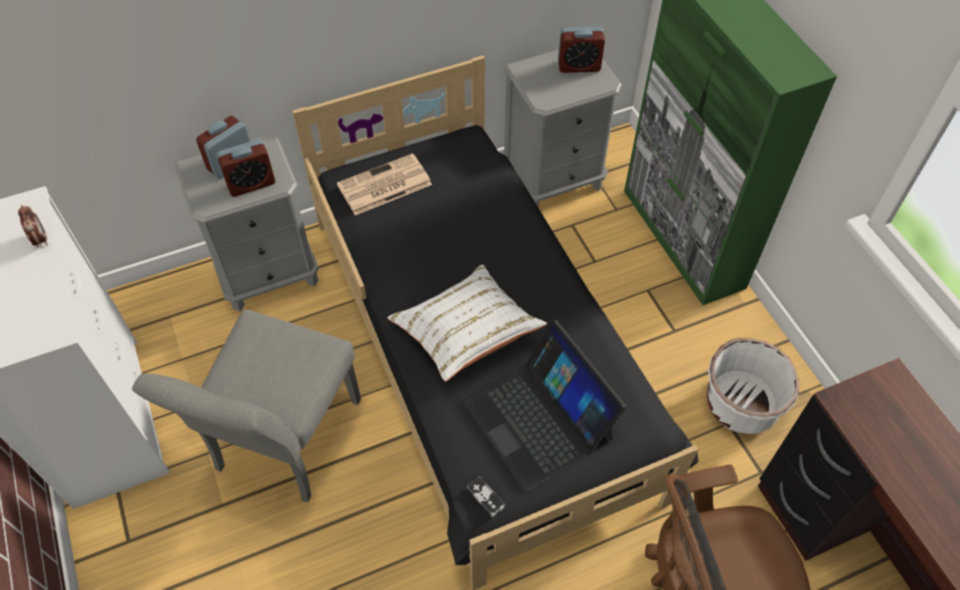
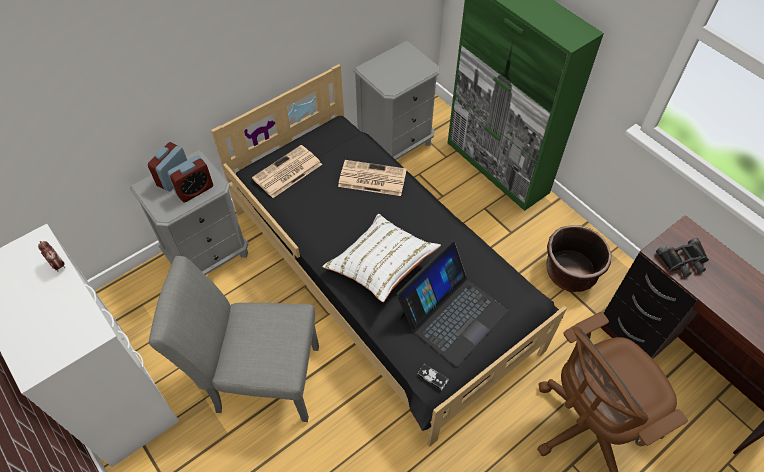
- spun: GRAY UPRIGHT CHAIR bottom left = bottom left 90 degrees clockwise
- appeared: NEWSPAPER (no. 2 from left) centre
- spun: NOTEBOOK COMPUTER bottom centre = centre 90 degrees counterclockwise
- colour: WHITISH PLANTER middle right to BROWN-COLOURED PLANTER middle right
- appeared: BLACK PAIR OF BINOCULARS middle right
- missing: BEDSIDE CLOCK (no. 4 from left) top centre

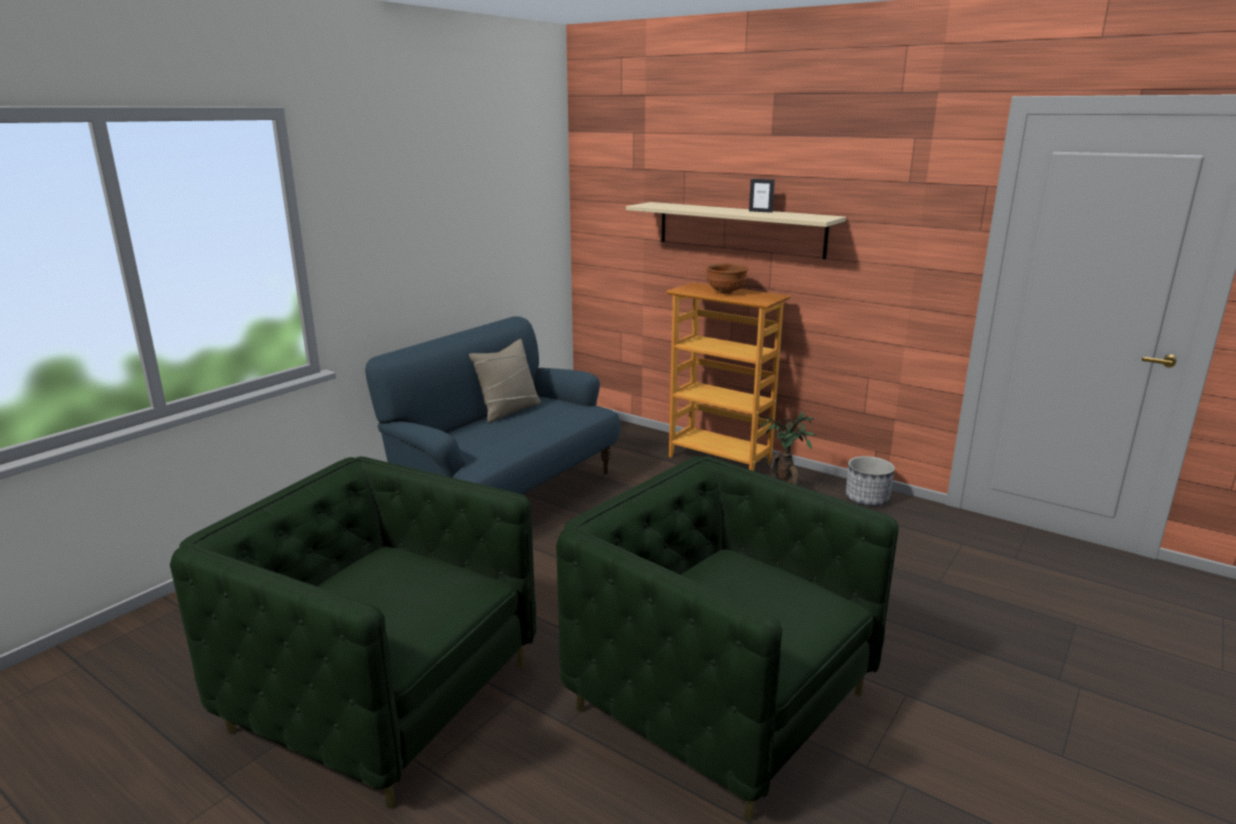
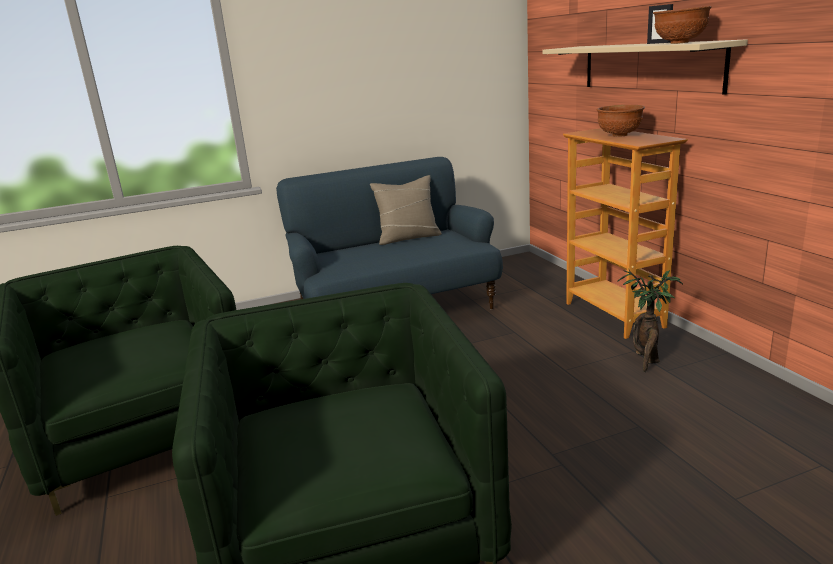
- appeared: BROWN-COLOURED BOWL (no. 2 from left) top right
- missing: PLANTER middle right

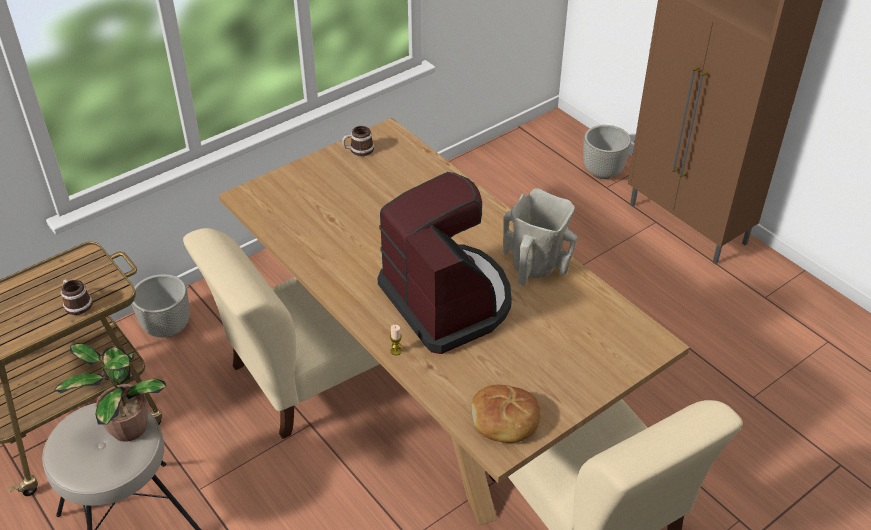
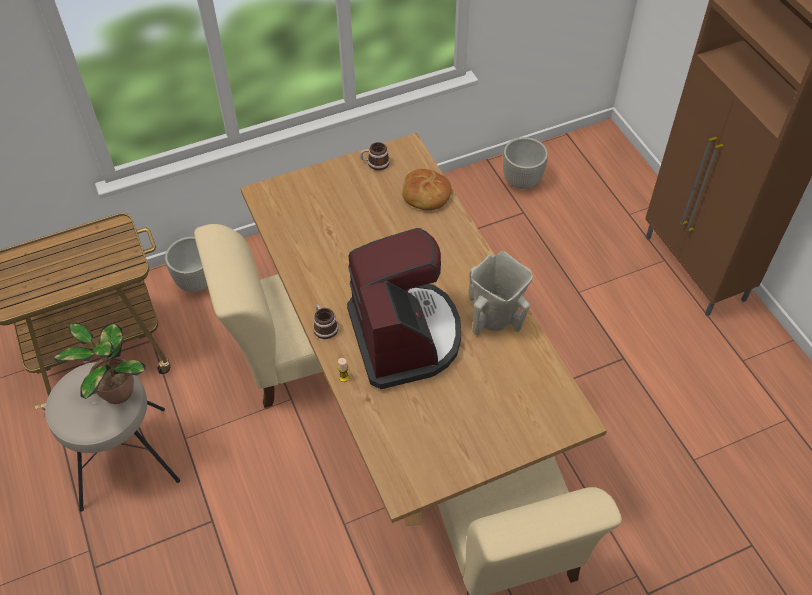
- relocated: MUG (no. 1 from left) middle left to centre
- relocated: BAKED BREAD bottom centre to top centre
- relocated: GRAY PLANTER (no. 2 from left) top right to top centre

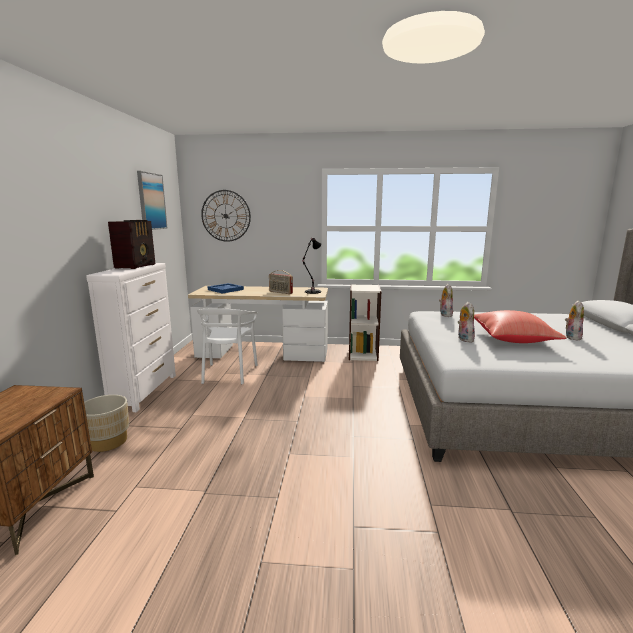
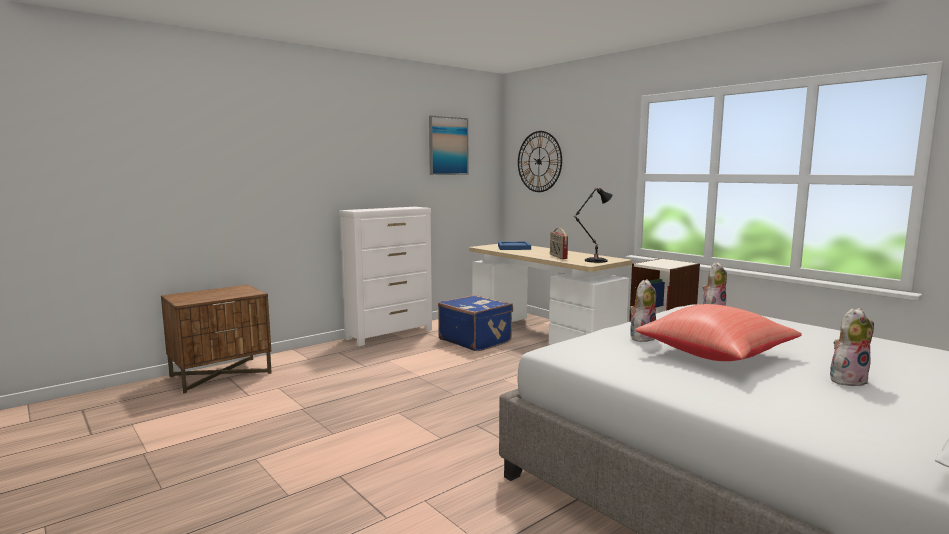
- exchanged: WHITISH UPRIGHT CHAIR centre to BLUE-COLOURED SUITCASE centre
- missing: BEIGE PLANTER bottom left
- missing: RADIO SET (no. 1 from left) middle left

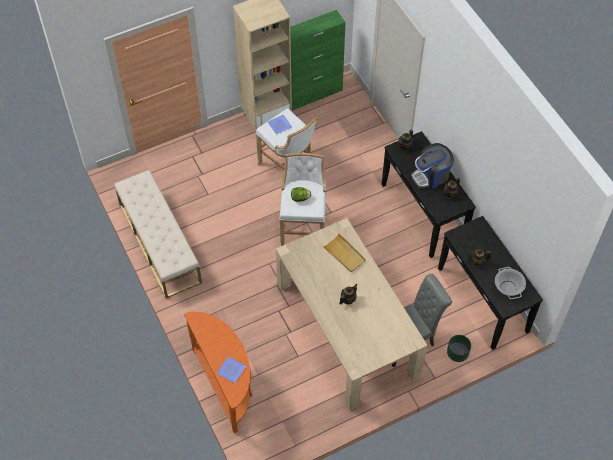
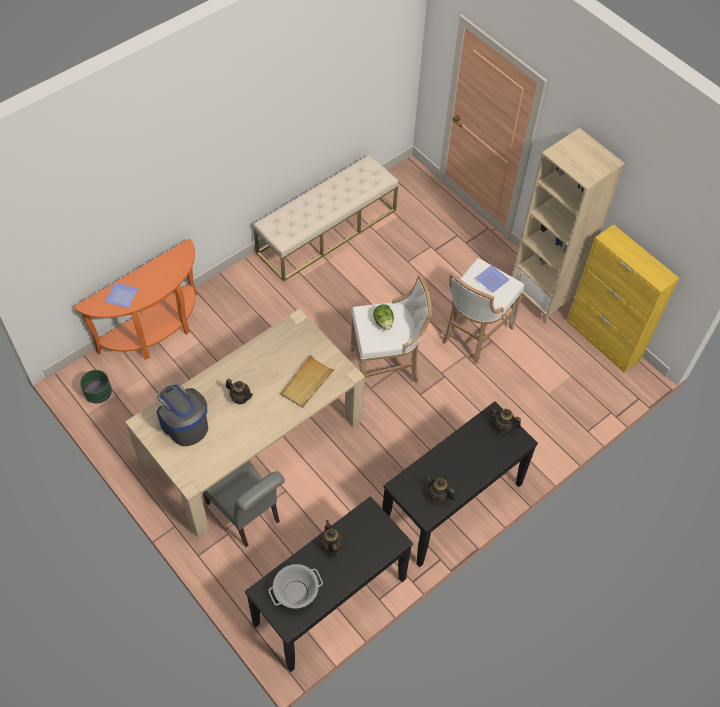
- relocated: GREEN-COLOURED PLANTER bottom right to middle left
- relocated: COFFEE MACHINE middle right to middle left
- colour: GREEN-COLOURED STORAGE CABINET top centre to YELLOWISH STORAGE CABINET middle right

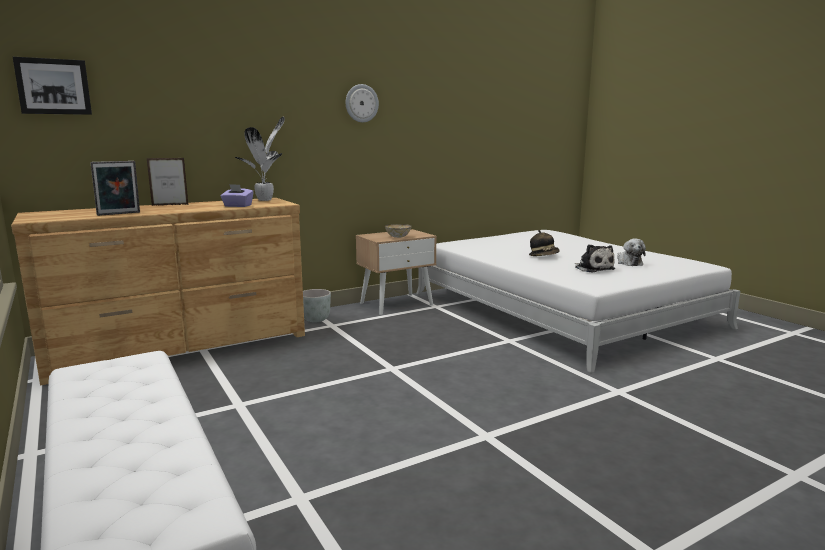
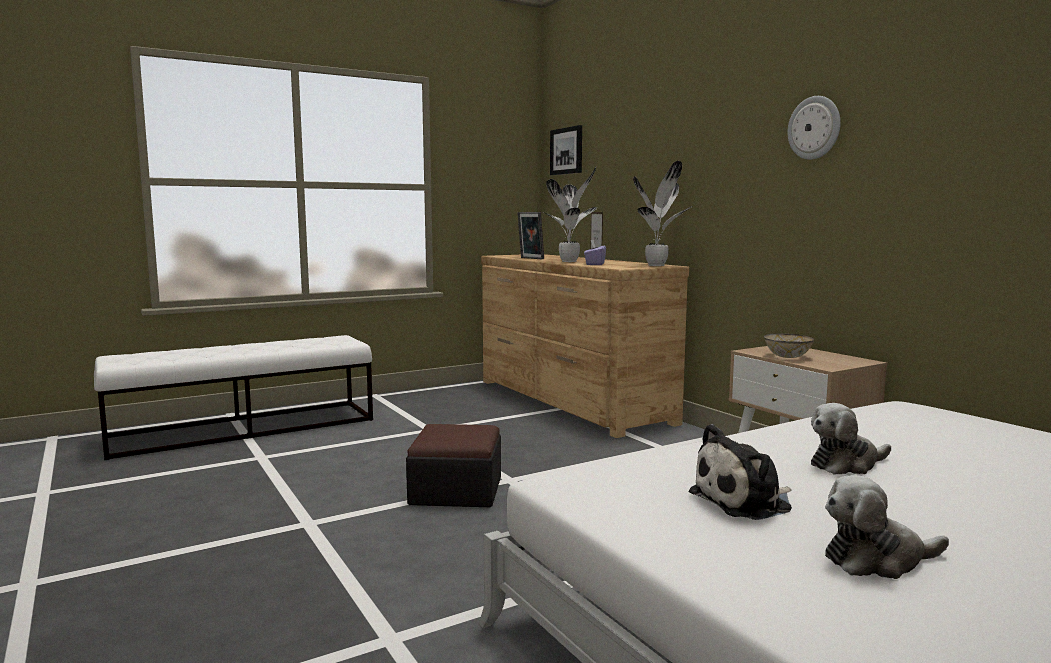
- appeared: POUFFE bottom centre
- appeared: POTTED PLANT (no. 1 from left) top centre
- exchanged: HAT centre to PLUSH TOY (no. 2 from left) middle right
- missing: GRAY PLANTER centre

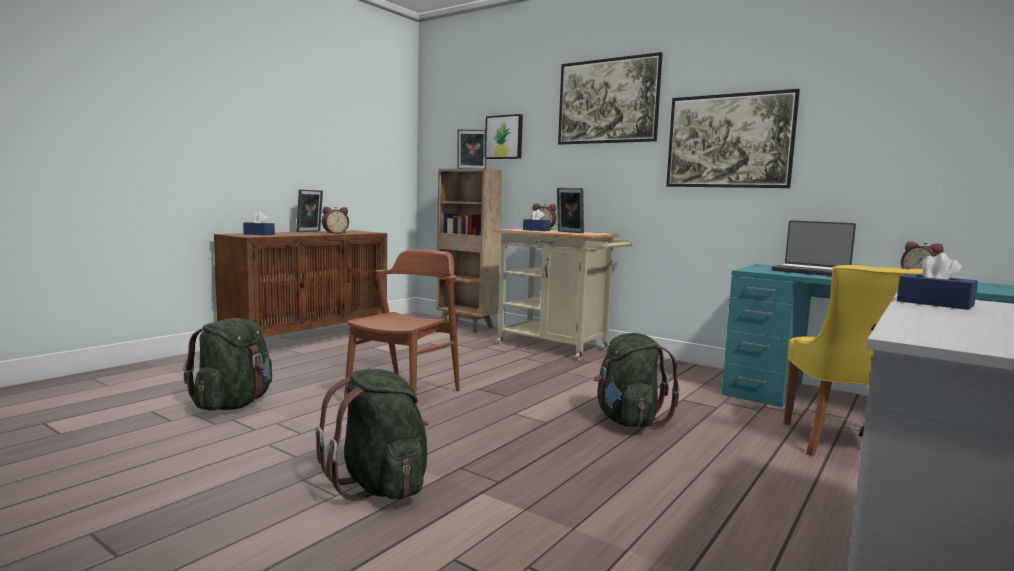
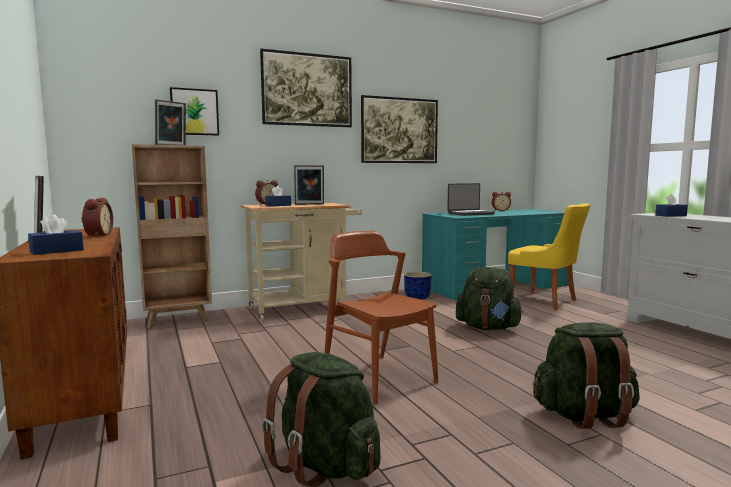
- appeared: BLUE-COLOURED PLANTER centre

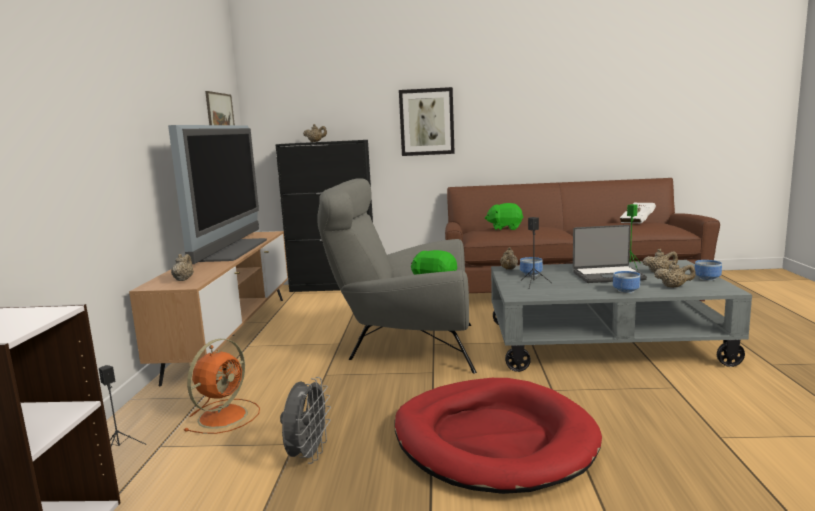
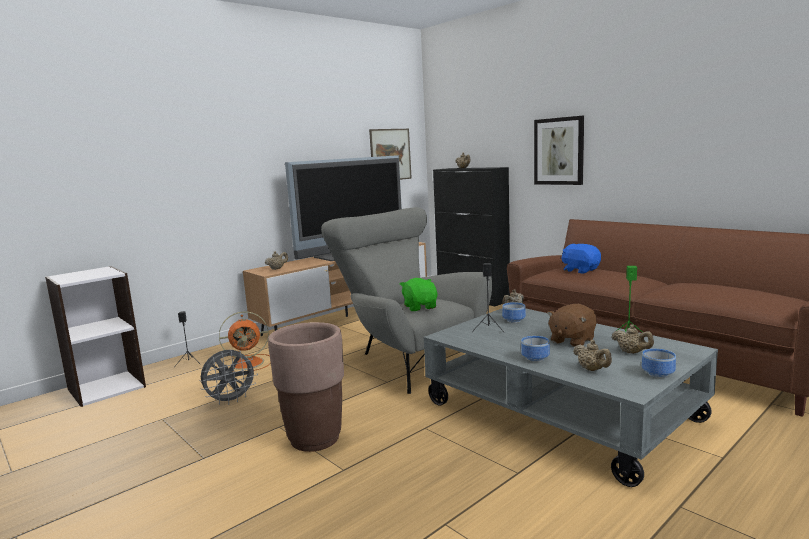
- exchanged: REDDISH DOG BED bottom centre to BROWN-COLOURED PLANTER bottom centre
- exchanged: NOTEBOOK COMPUTER middle right to BROWN-COLOURED PLUSH TOY middle right
- colour: GREEN-COLOURED PLUSH TOY (no. 2 from left) centre to BLUE-COLOURED PLUSH TOY middle right
- missing: WHITISH BOOK middle right

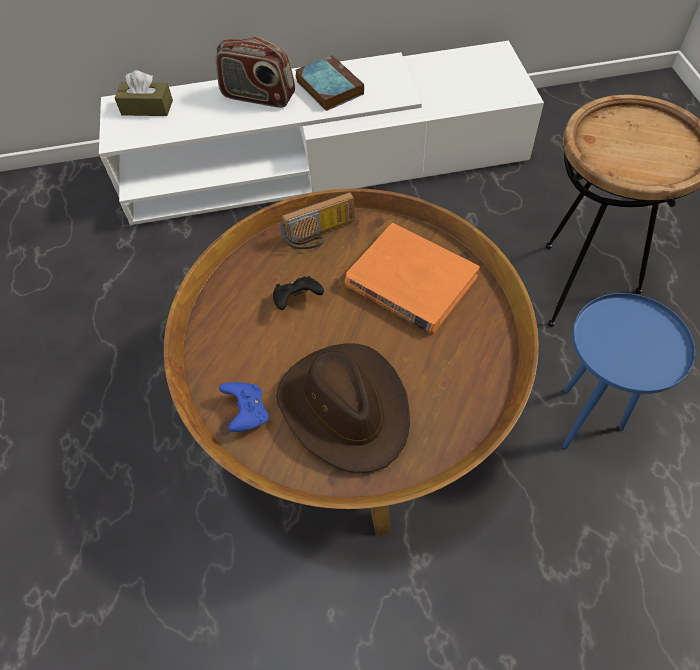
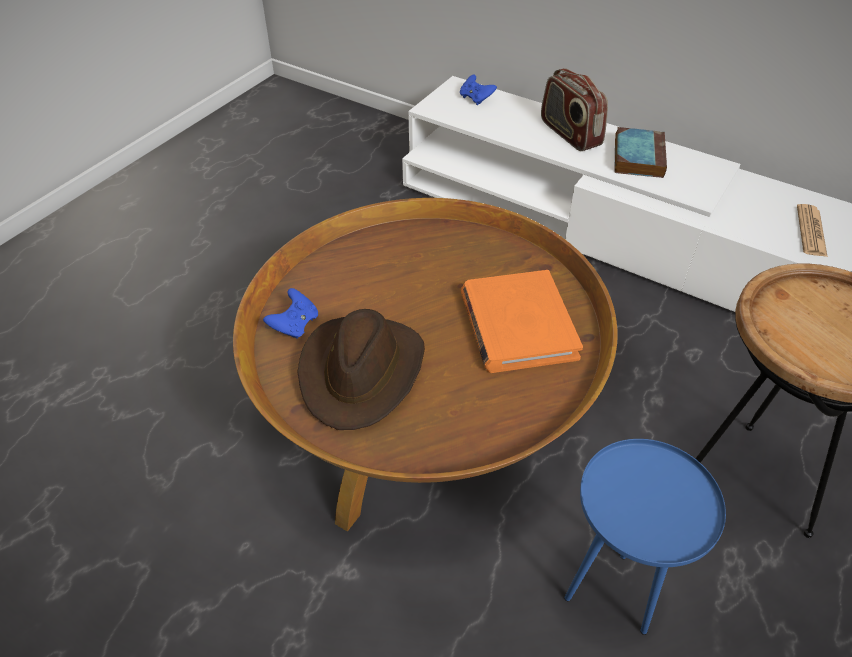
- exchanged: BROWN-COLOURED TISSUE HOLDER top left to BLUE-COLOURED GAMEPAD (no. 2 from left) top centre
- appeared: NEWSPAPER middle right
- missing: BLACK GAMEPAD centre
- missing: RADIO SET (no. 2 from left) top centre

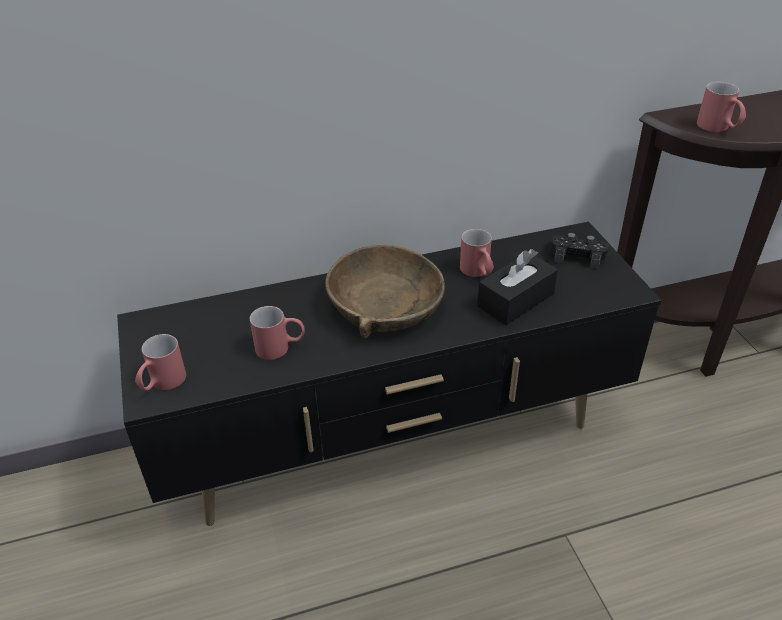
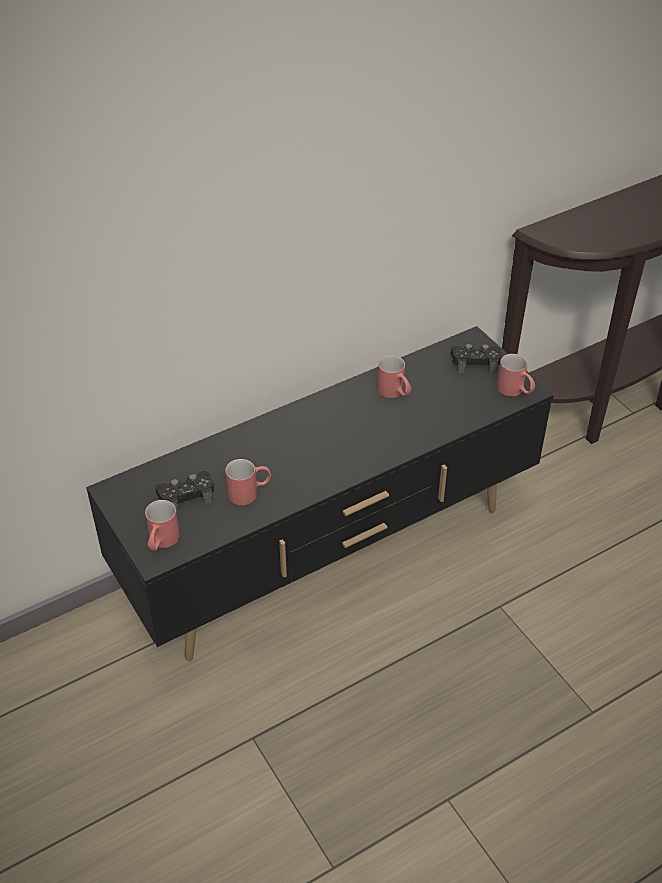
- appeared: BLACK GAMEPAD (no. 1 from left) middle left
- relocated: REDDISH MUG (no. 4 from left) top right to middle right
- missing: BROWN-COLOURED BOWL centre
- missing: BLACK TISSUE HOLDER centre

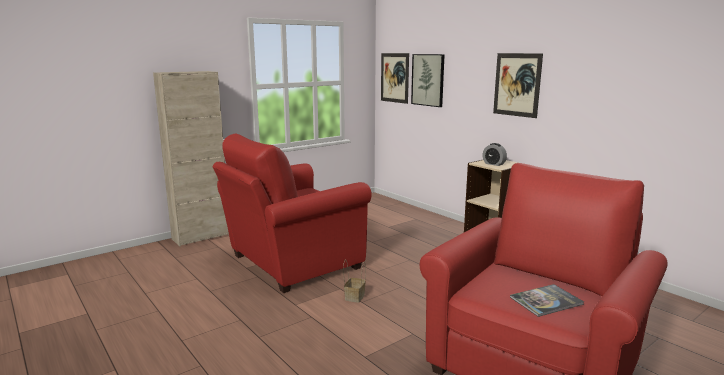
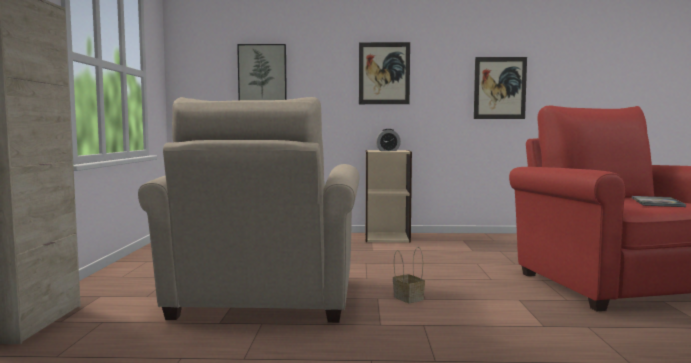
- colour: REDDISH LOUNGE CHAIR (no. 1 from left) centre to BEIGE LOUNGE CHAIR centre
- relocated: PICTURE (no. 1 from left in the first image) top centre to PICTURE (no. 3 from left) top right

